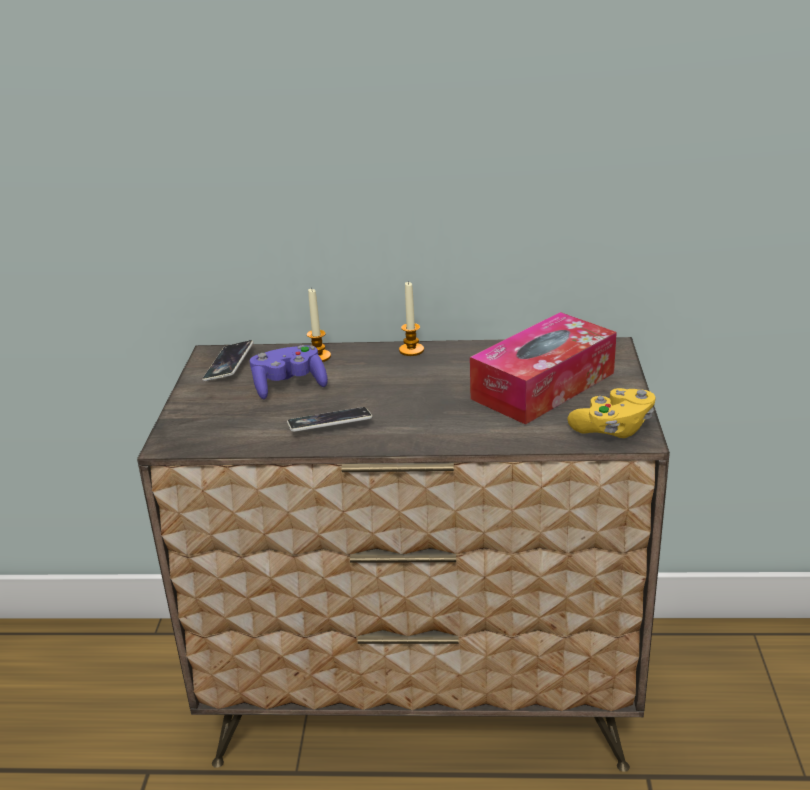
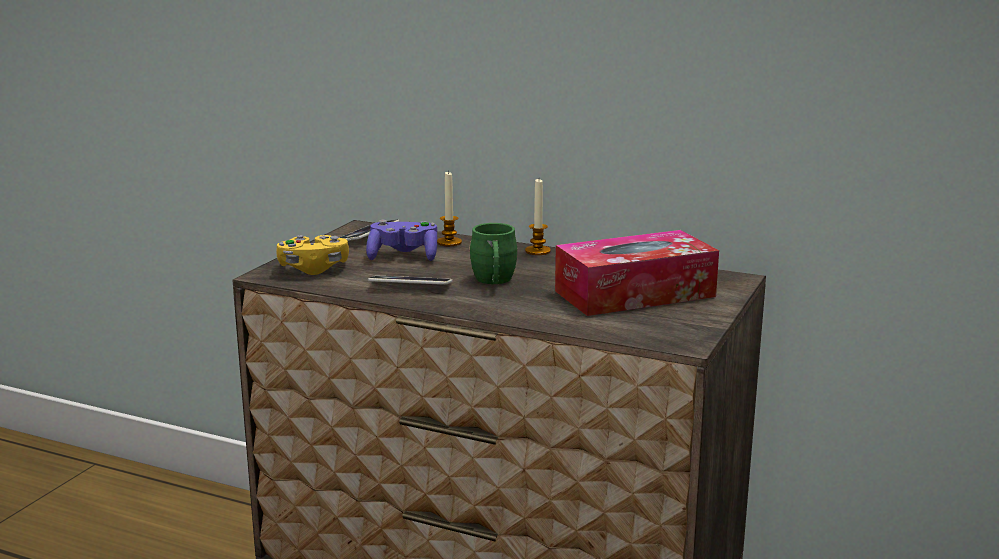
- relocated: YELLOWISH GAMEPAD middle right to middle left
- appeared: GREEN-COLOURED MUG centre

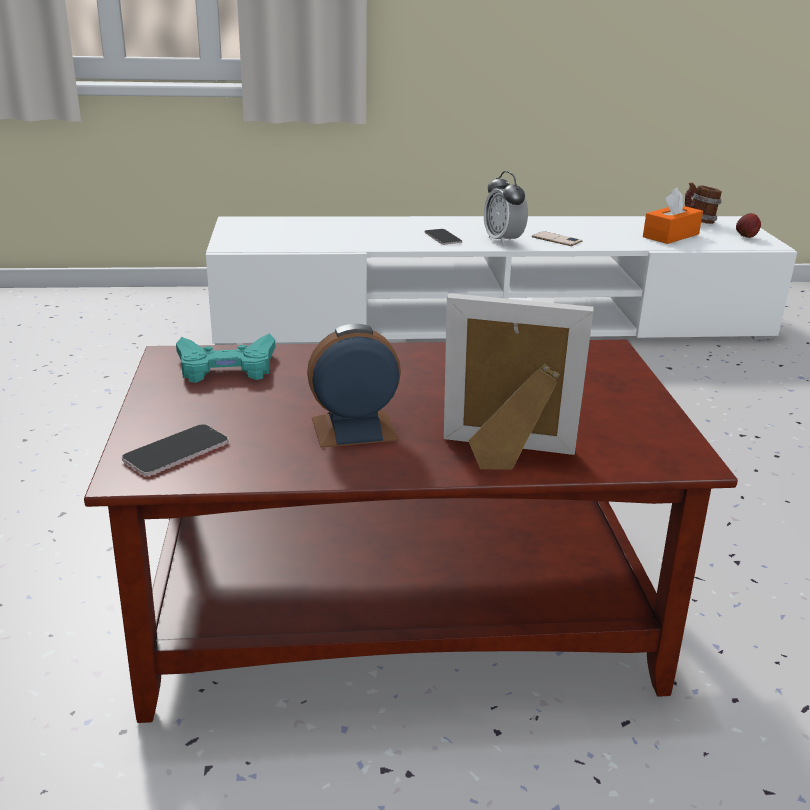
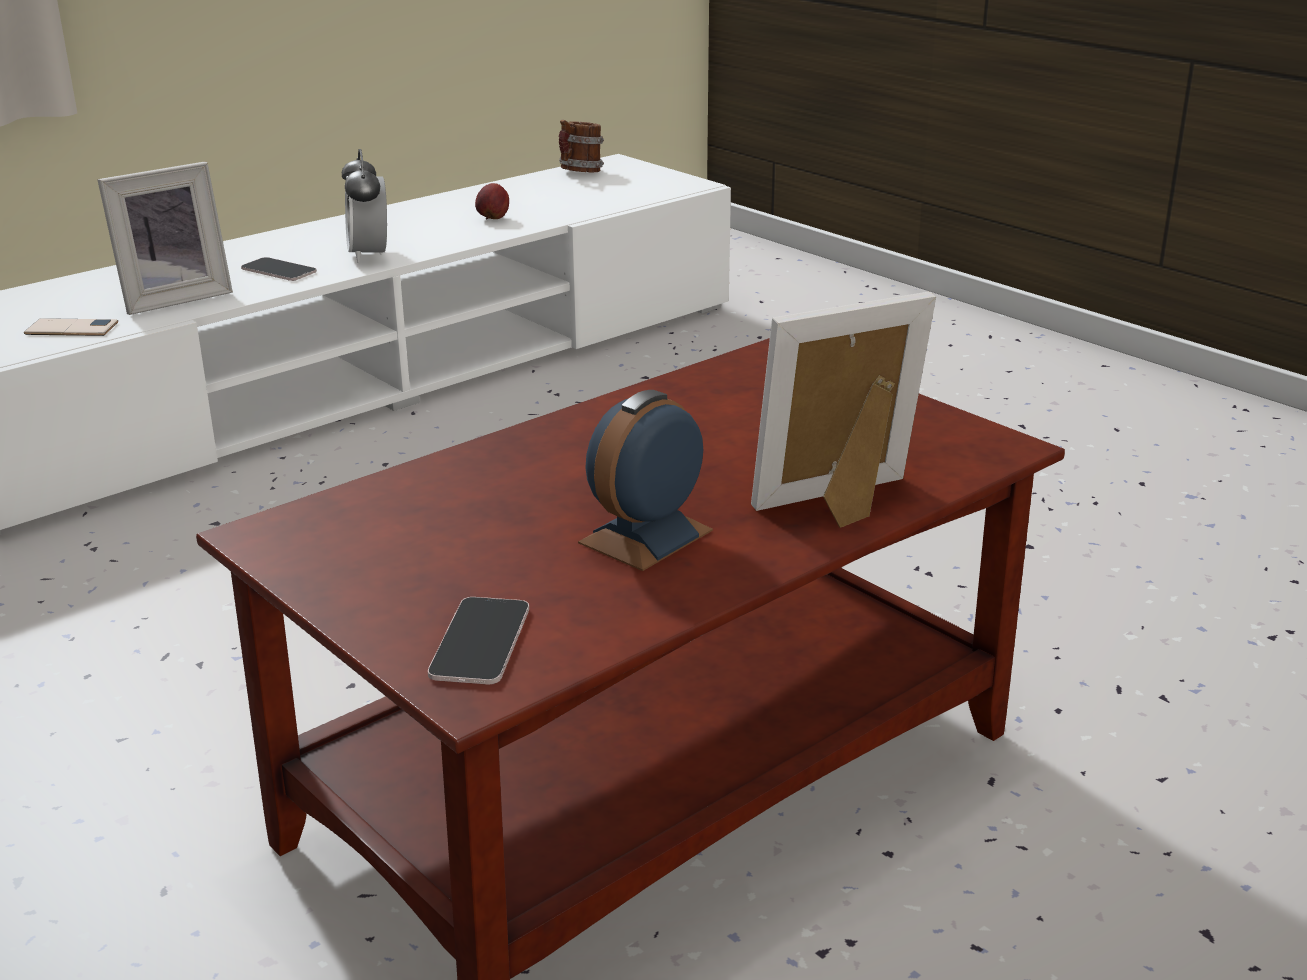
- relocated: HANDSET (no. 3 from left in the first image) top right to HANDSET (no. 1 from left) middle left
- appeared: STANDING FRAME (no. 1 from left) top left
- spun: BEDSIDE CLOCK (no. 2 from left in the first image) top centre = top left 45 degrees clockwise
- relocated: WHOLE APPLE top right to top centre
- missing: BLUE-GREEN GAMEPAD middle left
- missing: ORANGE-COLOURED TISSUE HOLDER top right

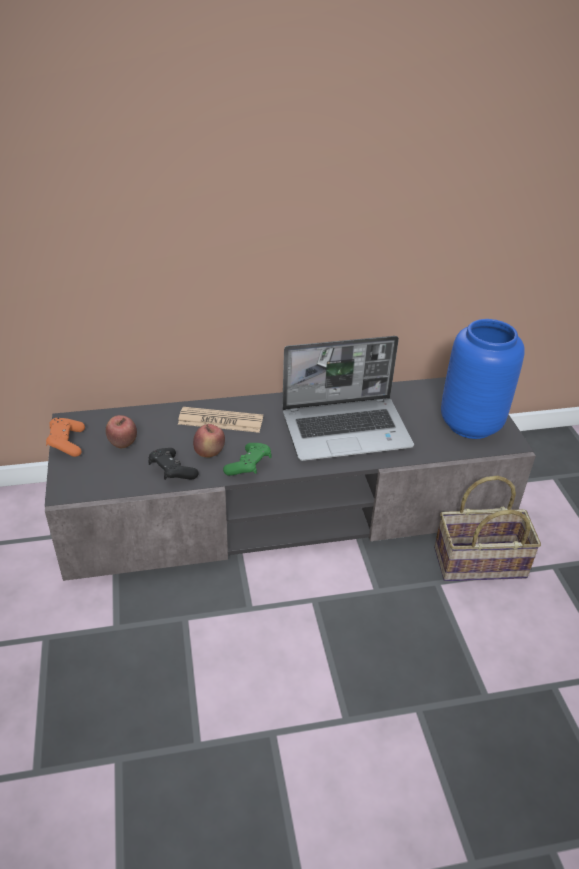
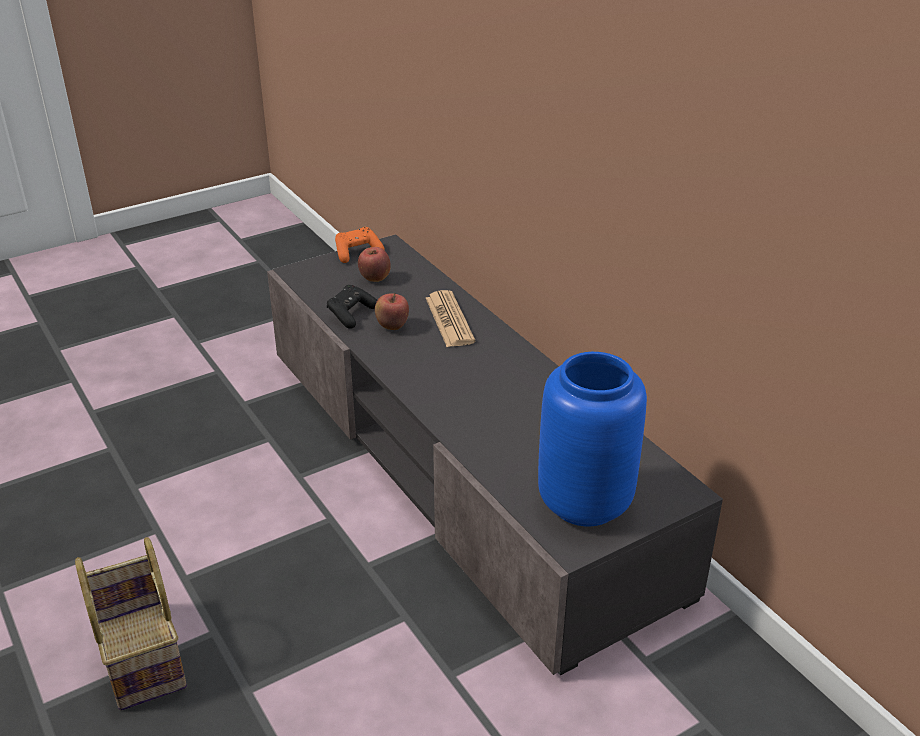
- relocated: HOUSEHOLD BASKET middle right to bottom left
- missing: GREEN-COLOURED GAMEPAD centre
- missing: NOTEBOOK COMPUTER centre

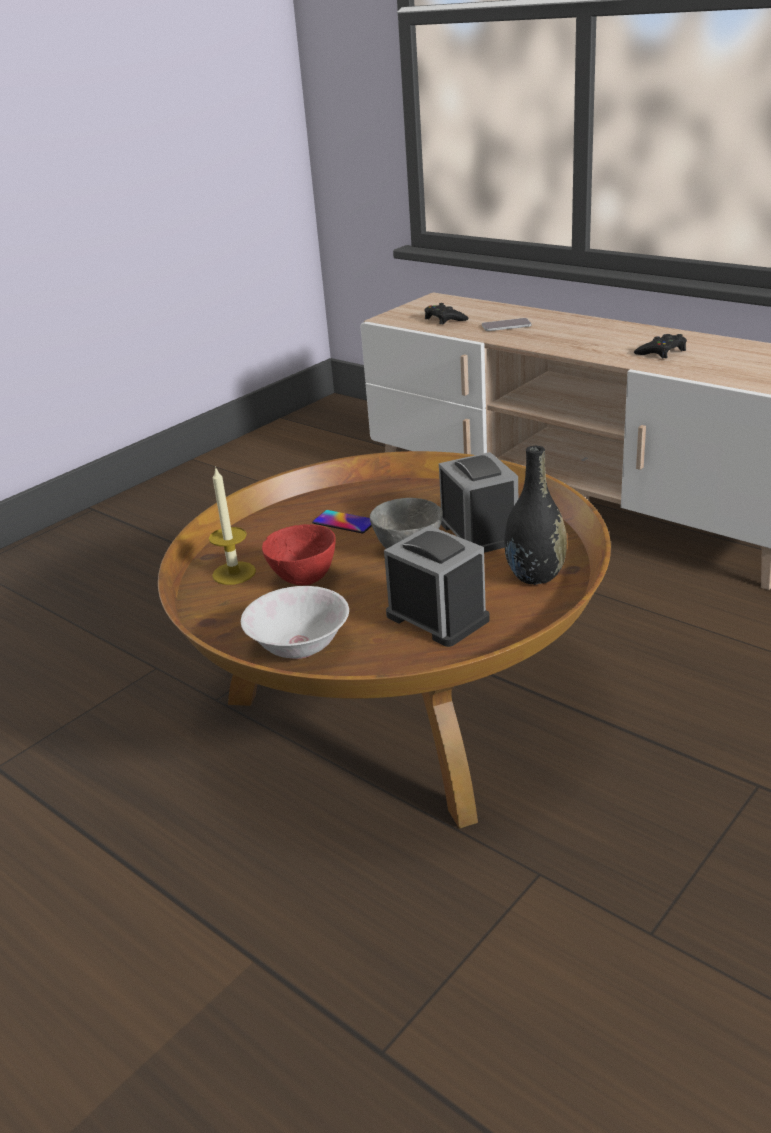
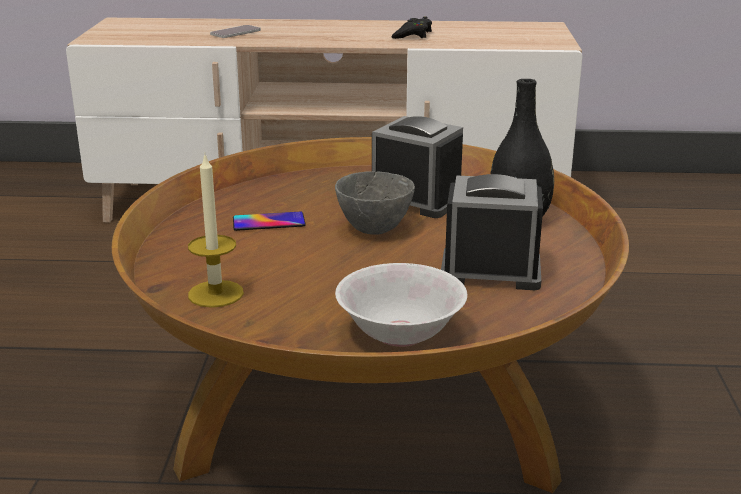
- missing: REDDISH BOWL centre
- missing: BLACK GAMEPAD (no. 1 from left) top centre

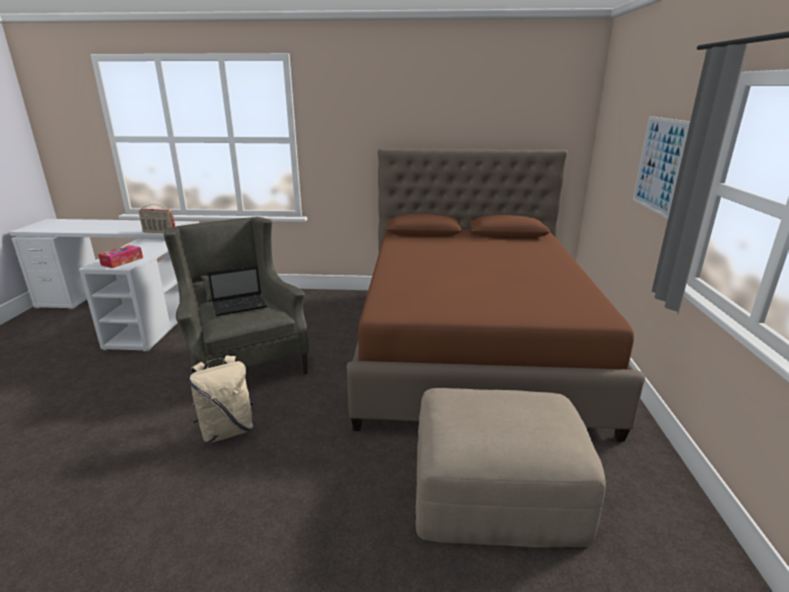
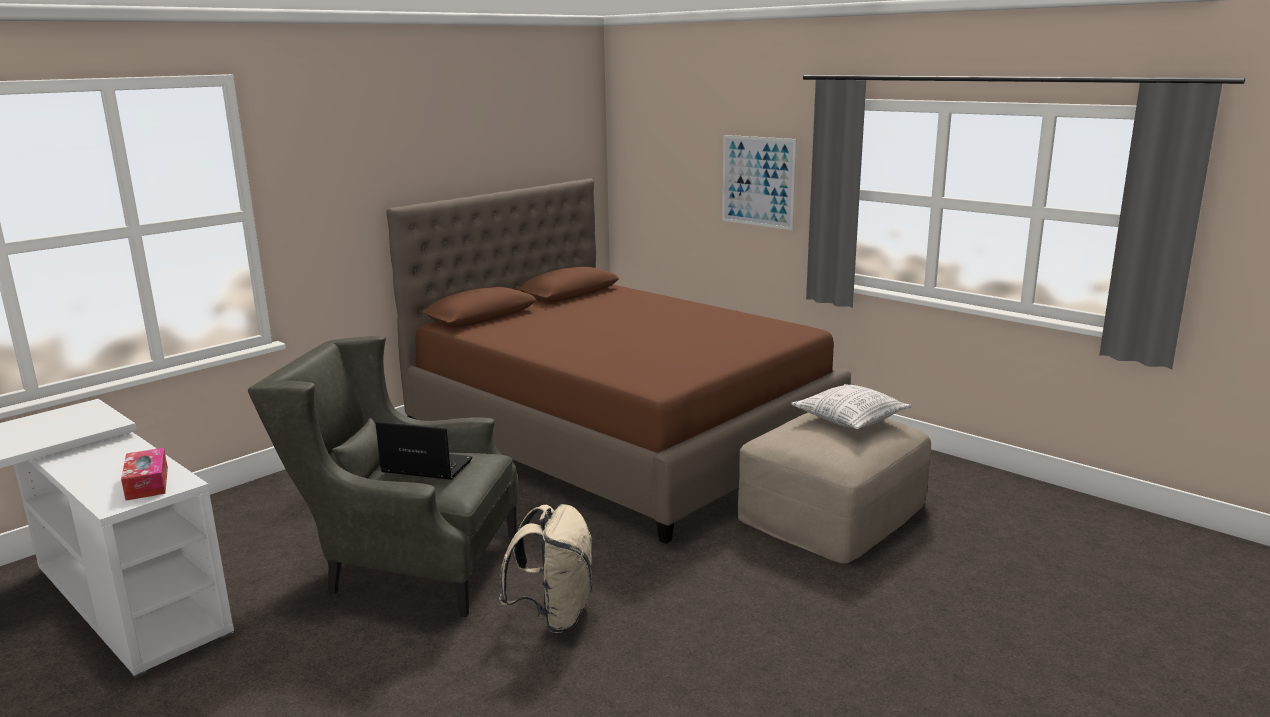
- spun: NOTEBOOK COMPUTER middle left = centre 90 degrees counterclockwise
- appeared: THROW PILLOW middle right
- missing: RADIO SET middle left

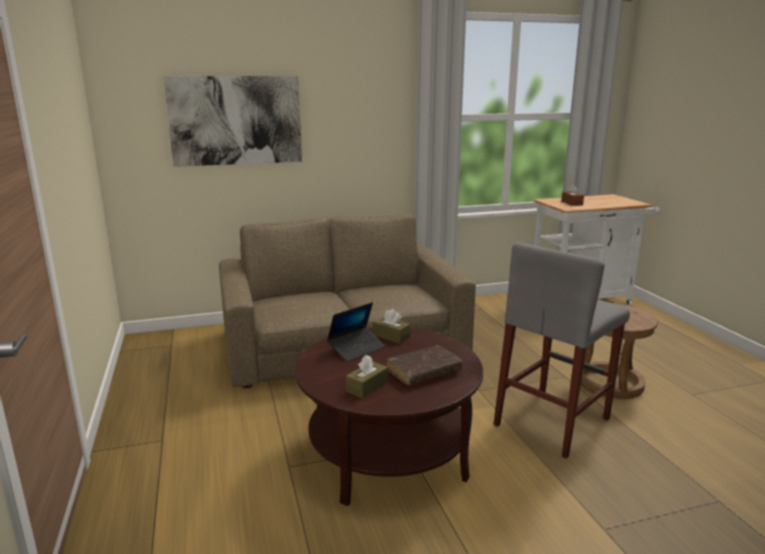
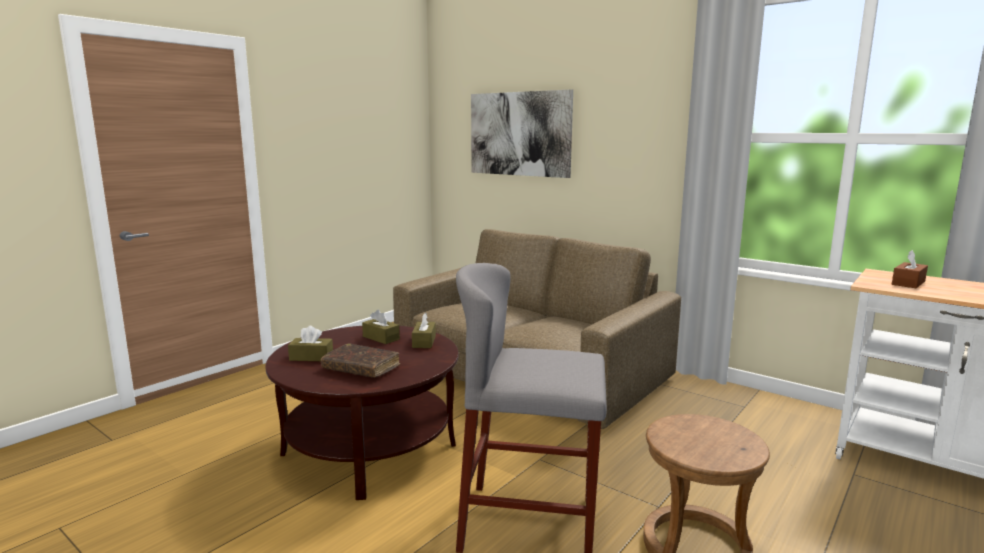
- exchanged: NOTEBOOK COMPUTER centre to BROWN-COLOURED TISSUE HOLDER (no. 2 from left) centre

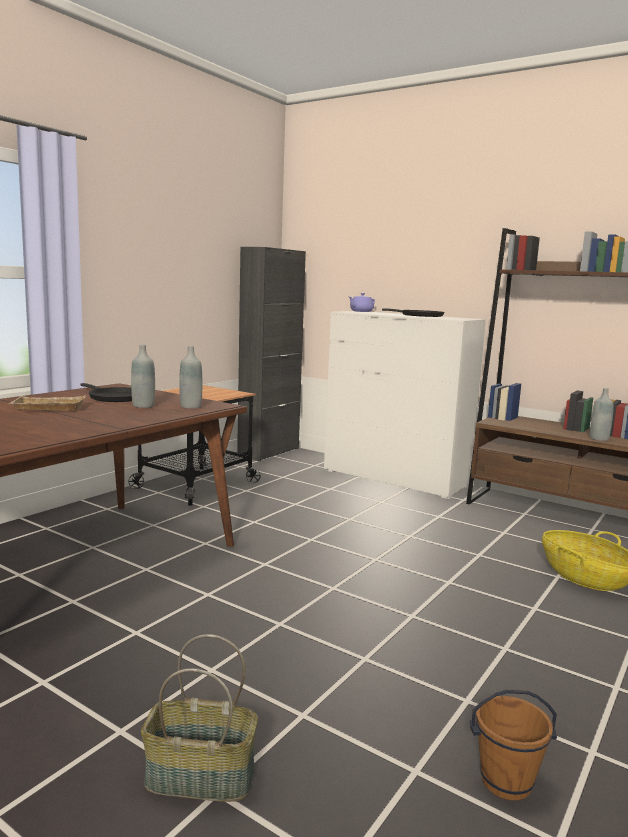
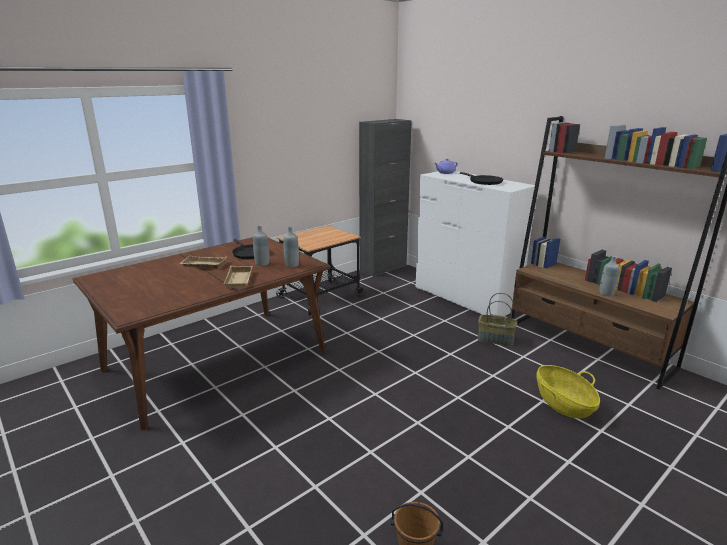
- appeared: BEIGE CARRYING TRAY (no. 2 from left) middle left
- relocated: HOUSEHOLD BASKET (no. 1 from left) bottom left to middle right

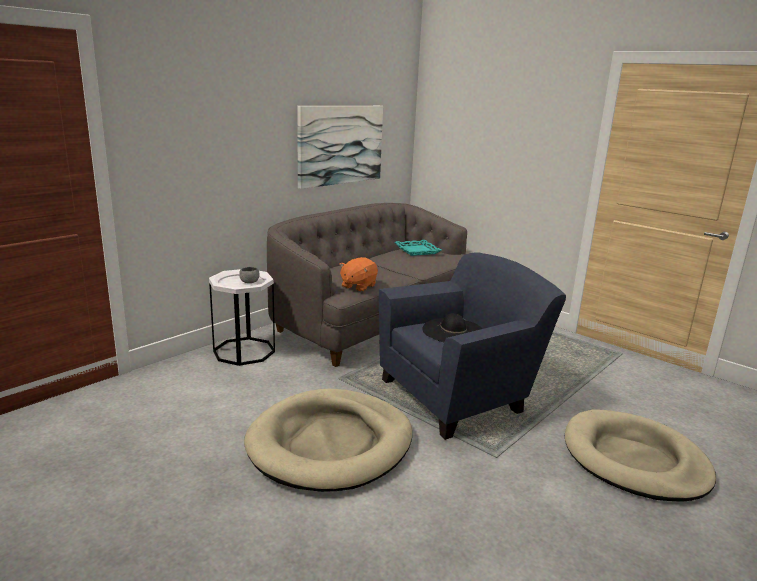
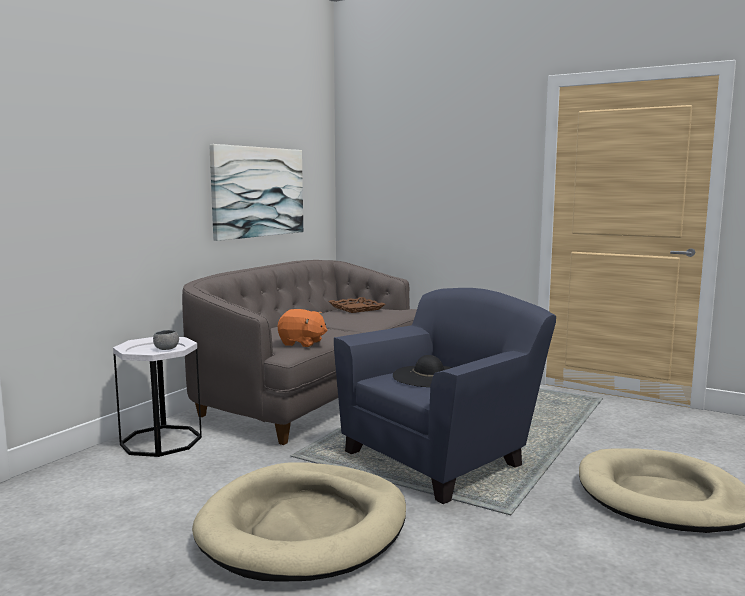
- spun: ORANGE-COLOURED PLUSH TOY centre = centre 90 degrees counterclockwise
- colour: BLUE-GREEN CARRYING TRAY centre to BROWN-COLOURED CARRYING TRAY centre

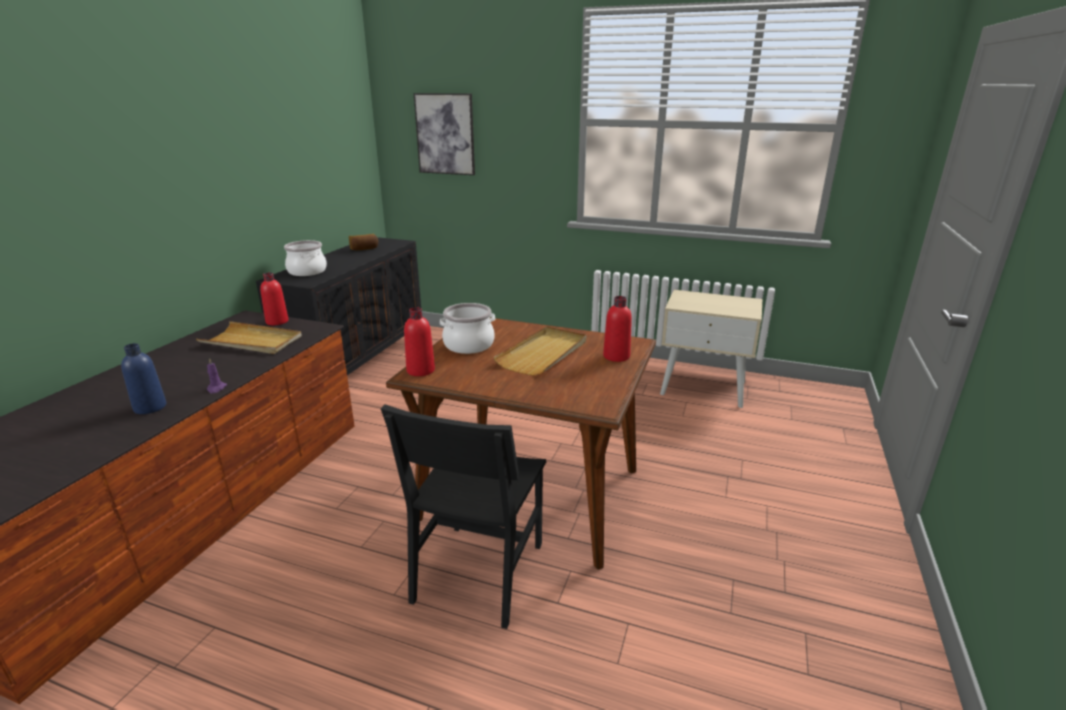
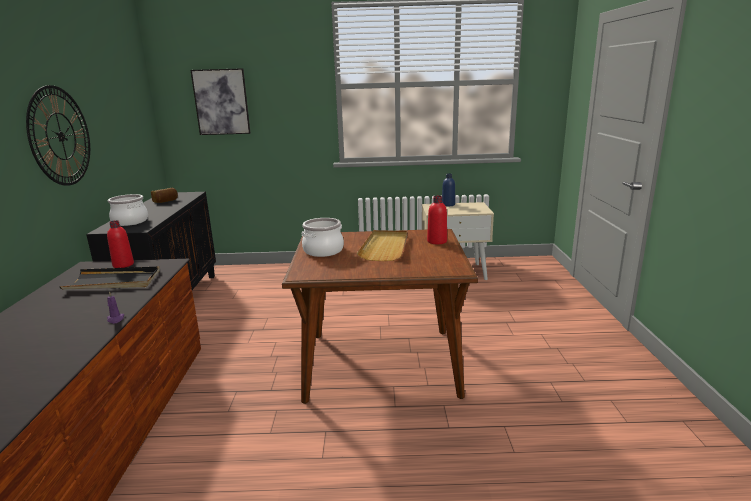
- appeared: WALL CLOCK top left
- colour: BEIGE CARRYING TRAY (no. 1 from left) middle left to BLACK CARRYING TRAY middle left
- relocated: BLUE-COLOURED BEVERAGE BOTTLE middle left to centre
- missing: BLACK UPRIGHT CHAIR bottom centre
- missing: REDDISH BEVERAGE BOTTLE (no. 2 from left) centre

